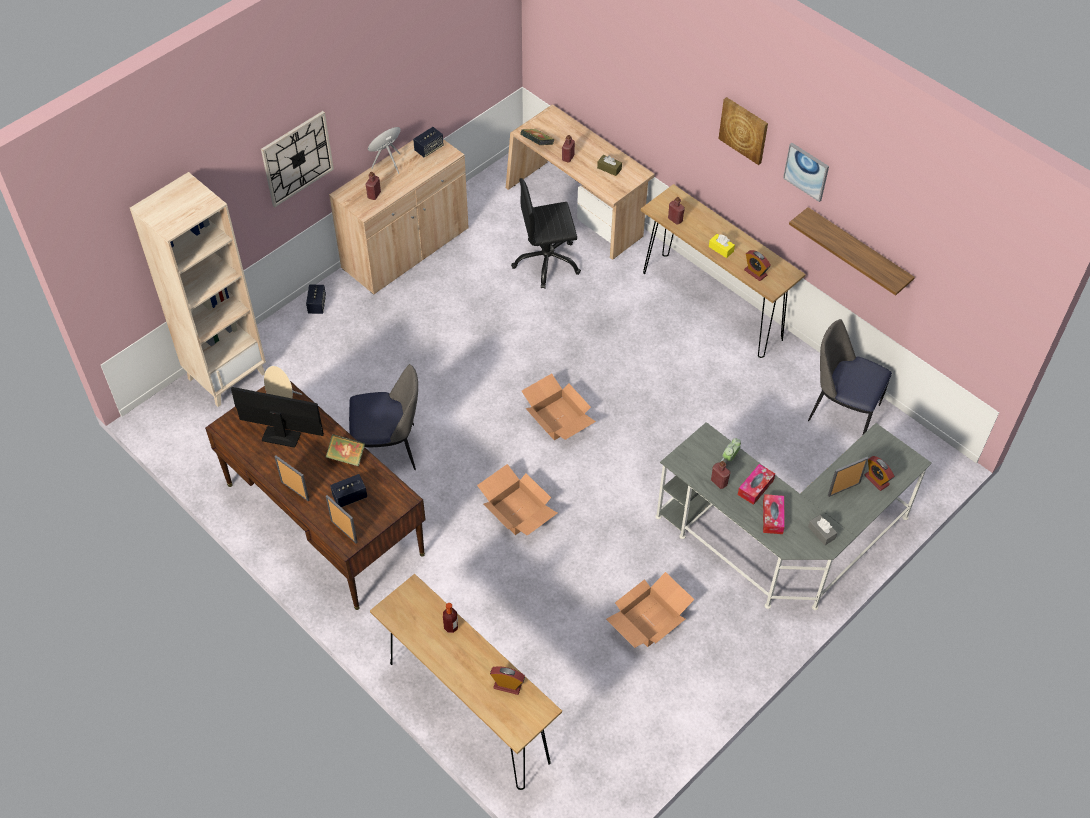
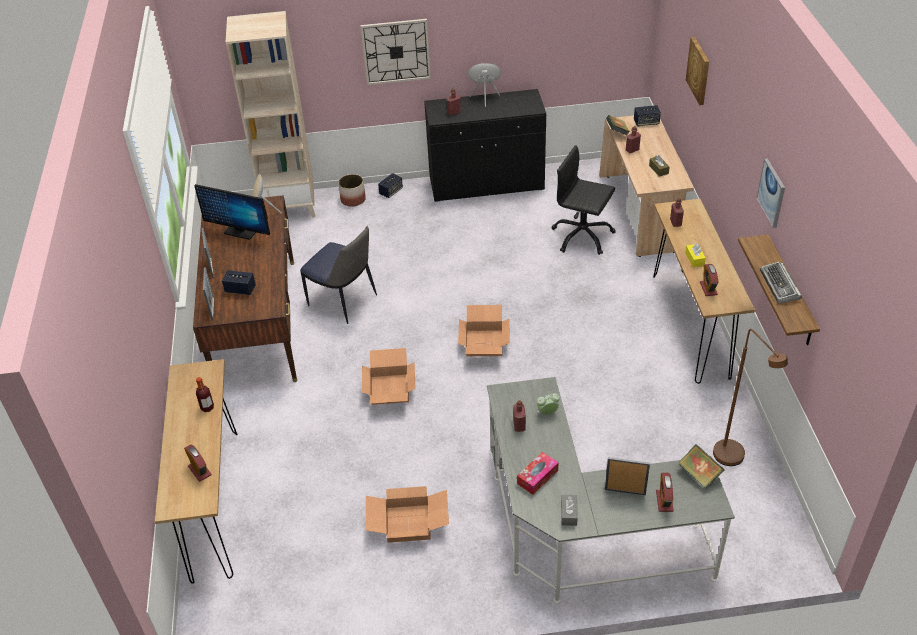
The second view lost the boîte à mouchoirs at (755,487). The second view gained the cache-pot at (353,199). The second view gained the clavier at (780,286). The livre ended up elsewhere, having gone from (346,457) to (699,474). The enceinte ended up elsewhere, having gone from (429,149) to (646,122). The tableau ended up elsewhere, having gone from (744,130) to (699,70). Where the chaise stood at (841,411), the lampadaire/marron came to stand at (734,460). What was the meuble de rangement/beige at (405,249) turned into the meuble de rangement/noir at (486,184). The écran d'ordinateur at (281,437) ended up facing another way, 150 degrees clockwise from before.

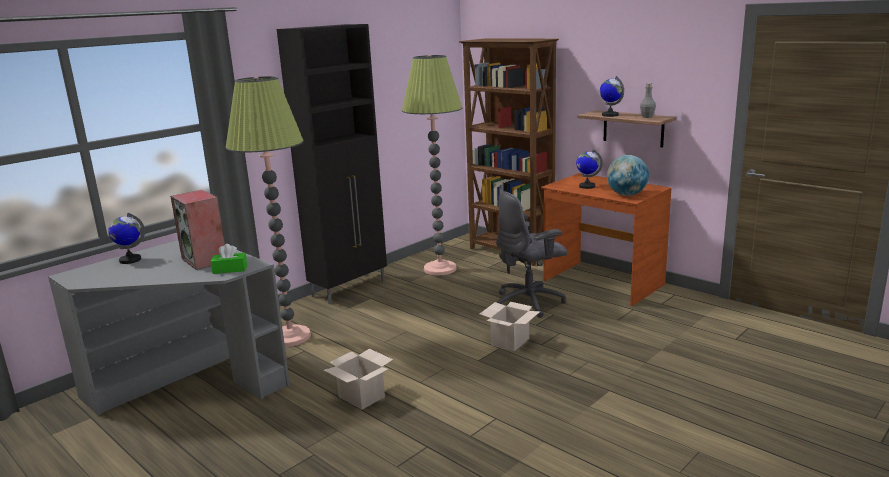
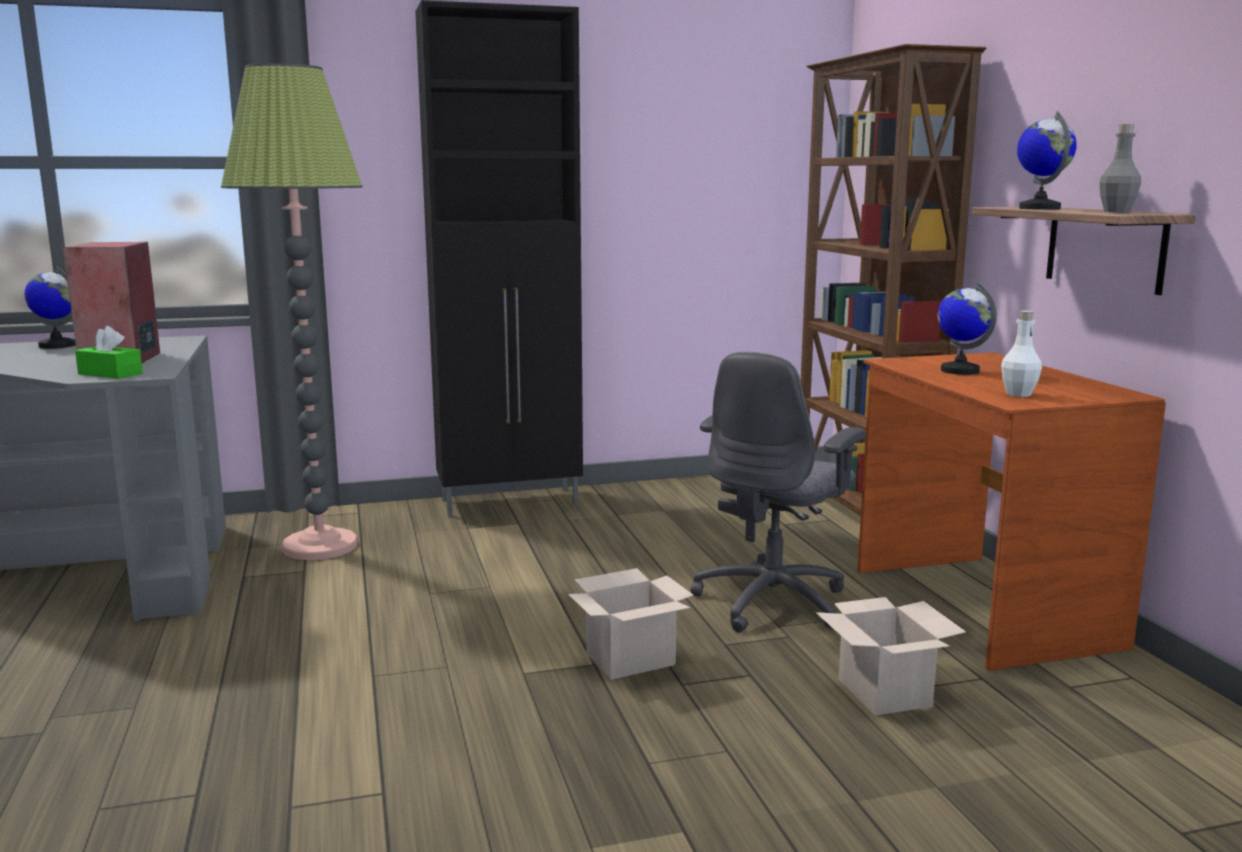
The second view lost the lampadaire at (440,269). The carton ended up elsewhere, having gone from (362,397) to (886,693). Where the globe stood at (626,195), the bouteille/blanc came to stand at (1018,394). The chaise de bureau/gris at (530,302) ended up facing another way, 60 degrees counterclockwise from before.

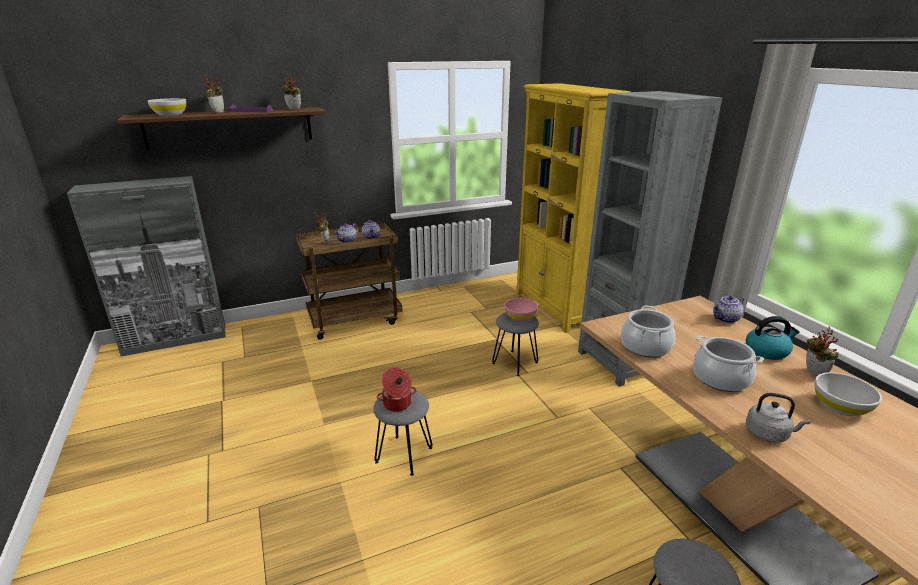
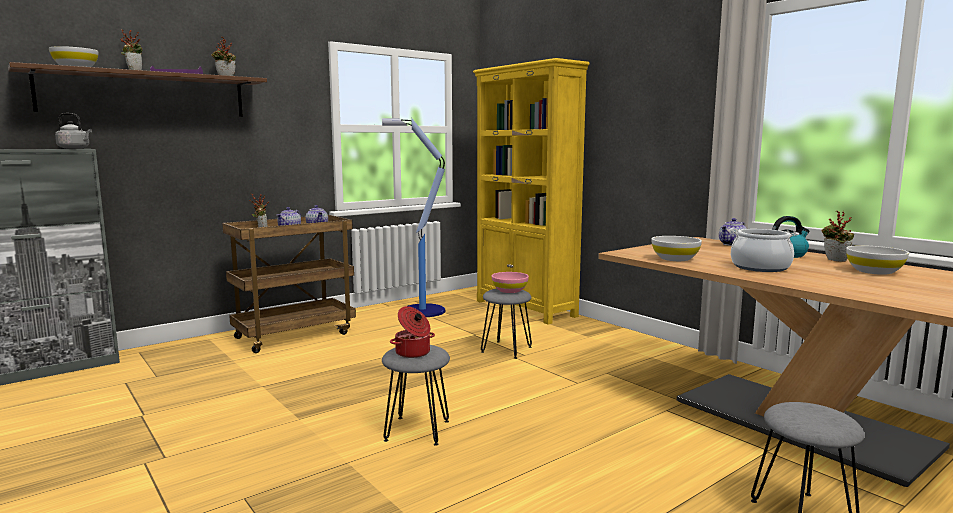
The second view lost the bibliothèque/gris at (620,362). The second view gained the lampadaire at (421,311). The bouilloire/gris ended up elsewhere, having gone from (768,434) to (75,148). Where the marmite stood at (645,347), the bol/blanc came to stand at (674,259).

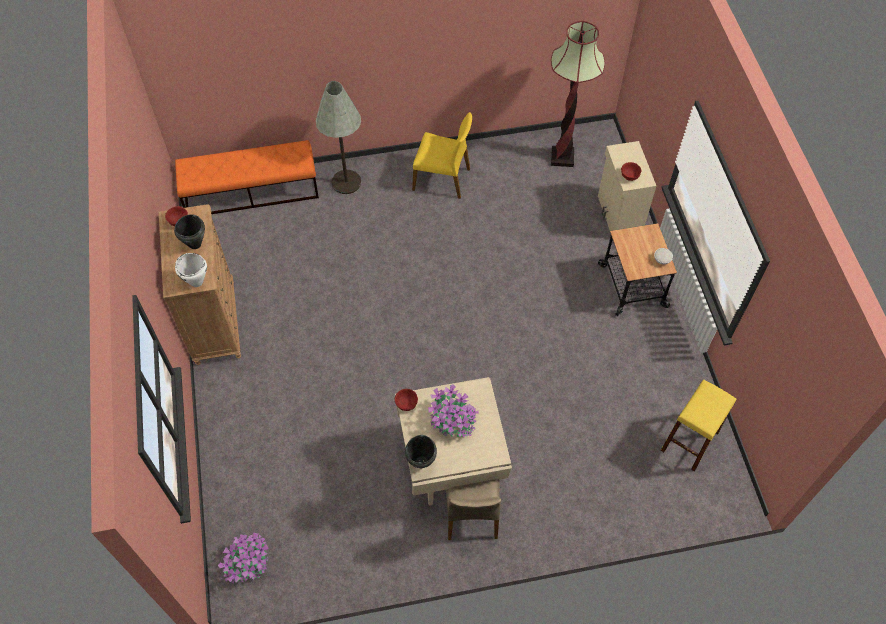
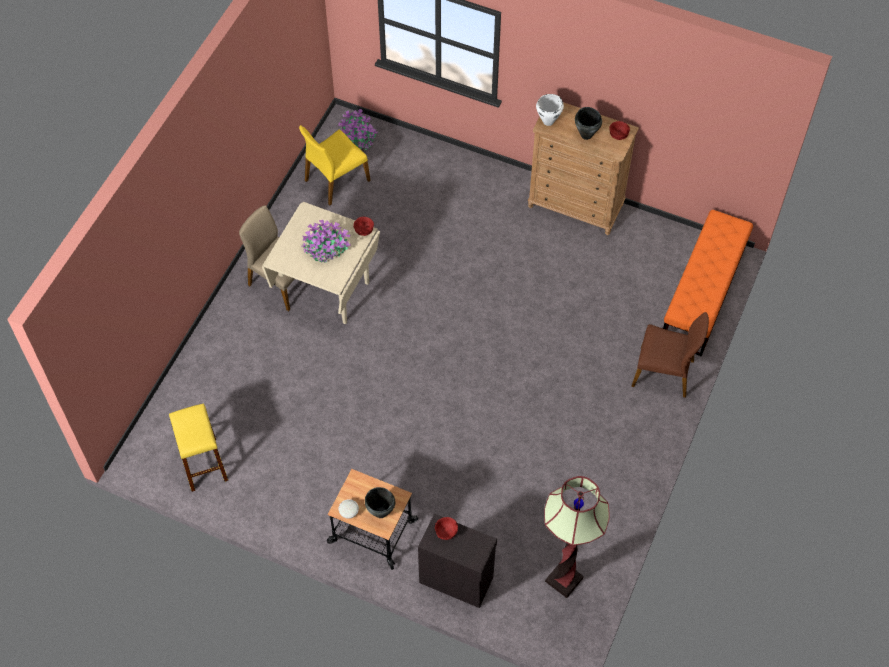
The marmite/noir ended up elsewhere, having gone from (421,462) to (381,513). The chaise/jaune ended up elsewhere, having gone from (442,179) to (336,180). Where the lampadaire/gris stood at (346,182), the chaise/marron came to stand at (664,372). What was the meuble de rangement/beige at (618,215) turned into the meuble de rangement/noir at (456,579).

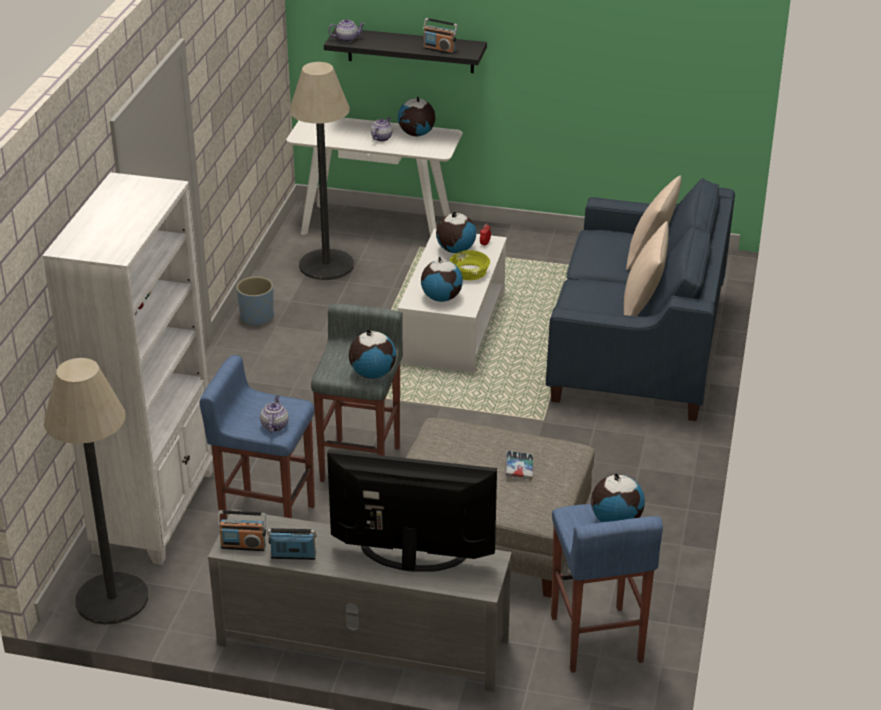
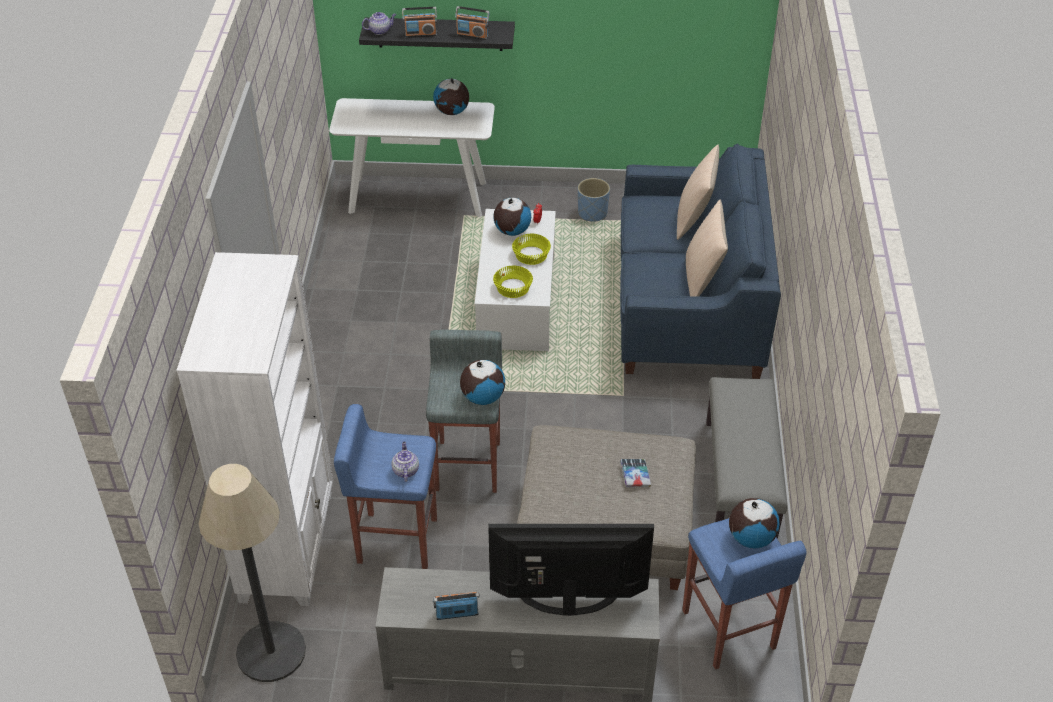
The second view lost the lampadaire at (326,265). The second view lost the théière at (381,138). The second view gained the banc/gris at (740,482). The radio ended up elsewhere, having gone from (243,545) to (420,34). The cache-pot/bleu ended up elsewhere, having gone from (257,317) to (592,213). Where the globe stood at (441,298), the bol/jaune came to stand at (513,287).

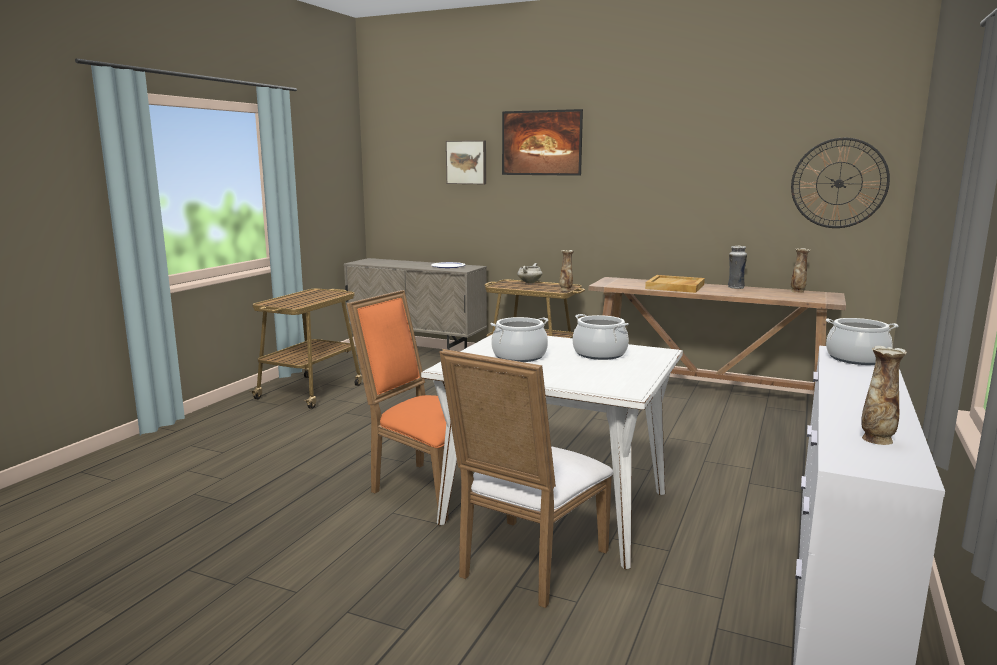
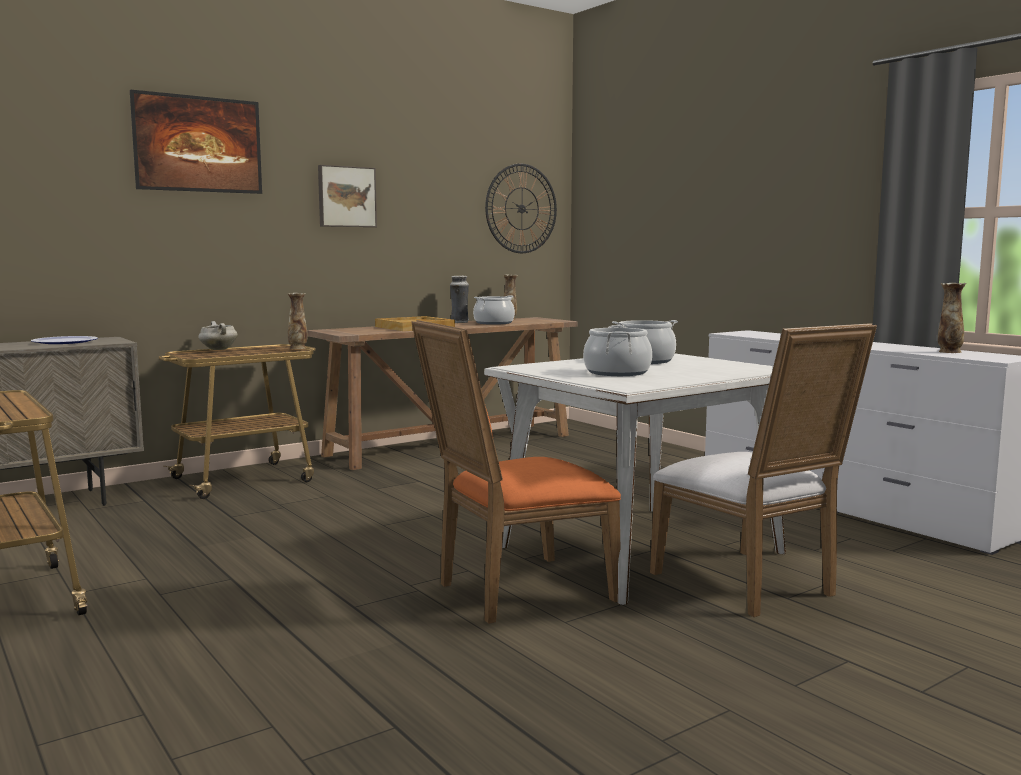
The tableau ended up elsewhere, having gone from (467,162) to (346,197). The marmite ended up elsewhere, having gone from (856,358) to (493,323).

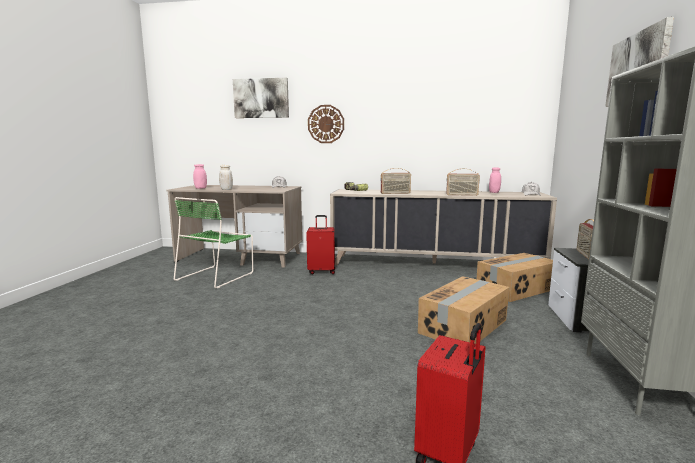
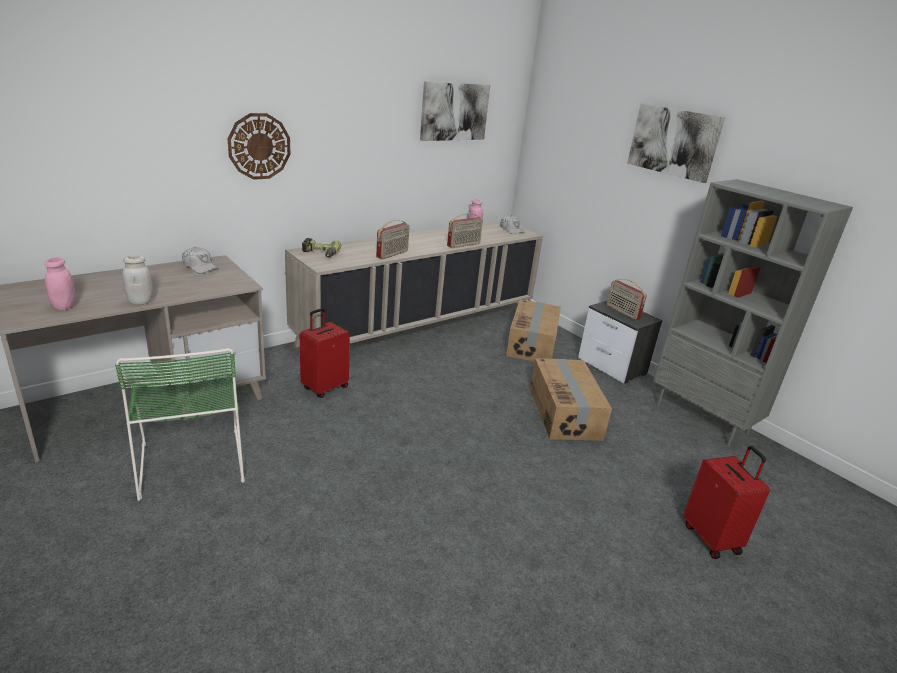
The tableau ended up elsewhere, having gone from (261,98) to (454,111).

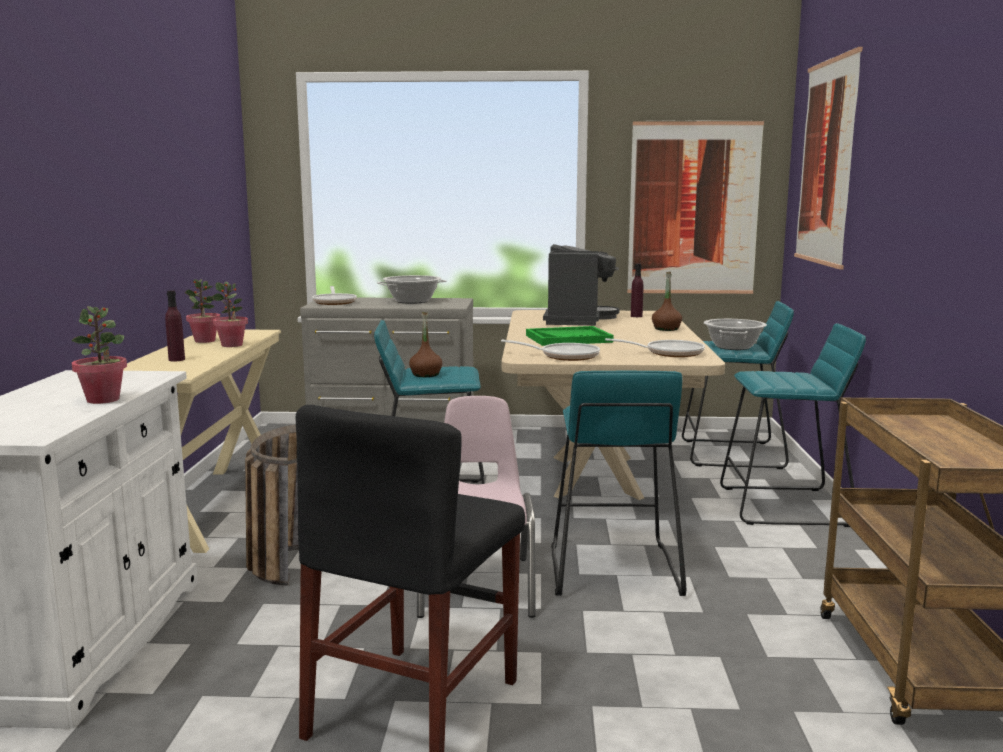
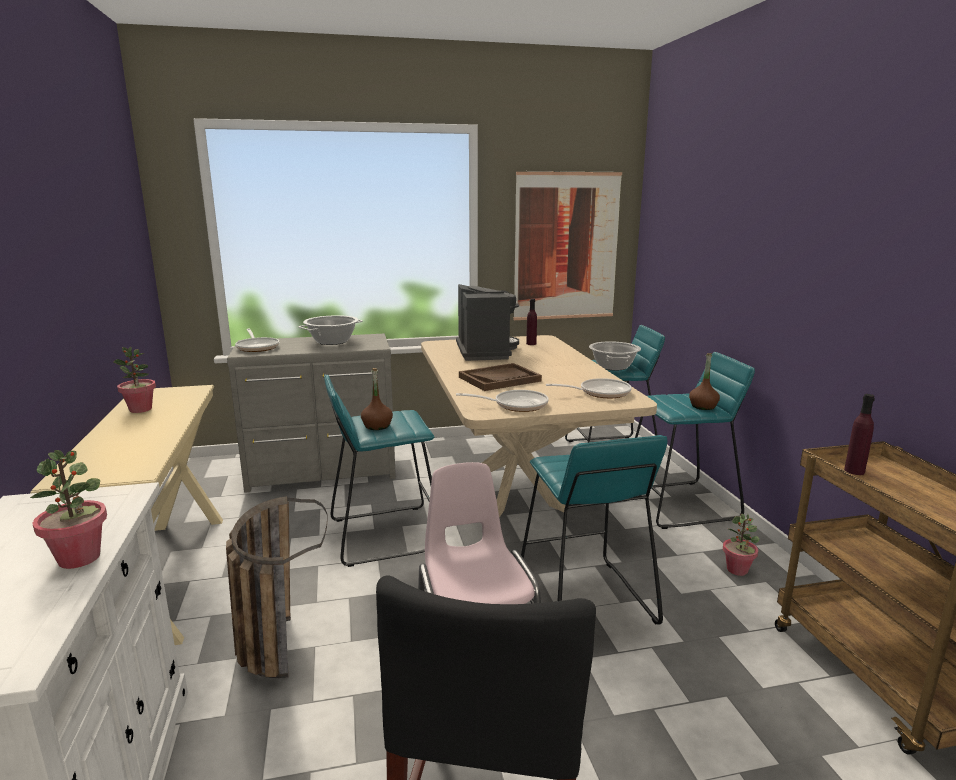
The second view lost the tableau at (826,162). The bouteille/violet ended up elsewhere, having gone from (176,359) to (854,471). The plante en pot ended up elsewhere, having gone from (232,345) to (737,570). The bouteille/marron ended up elsewhere, having gone from (666,329) to (703,406). What was the plateau/vert at (568,339) turned into the plateau/marron at (499,379).

